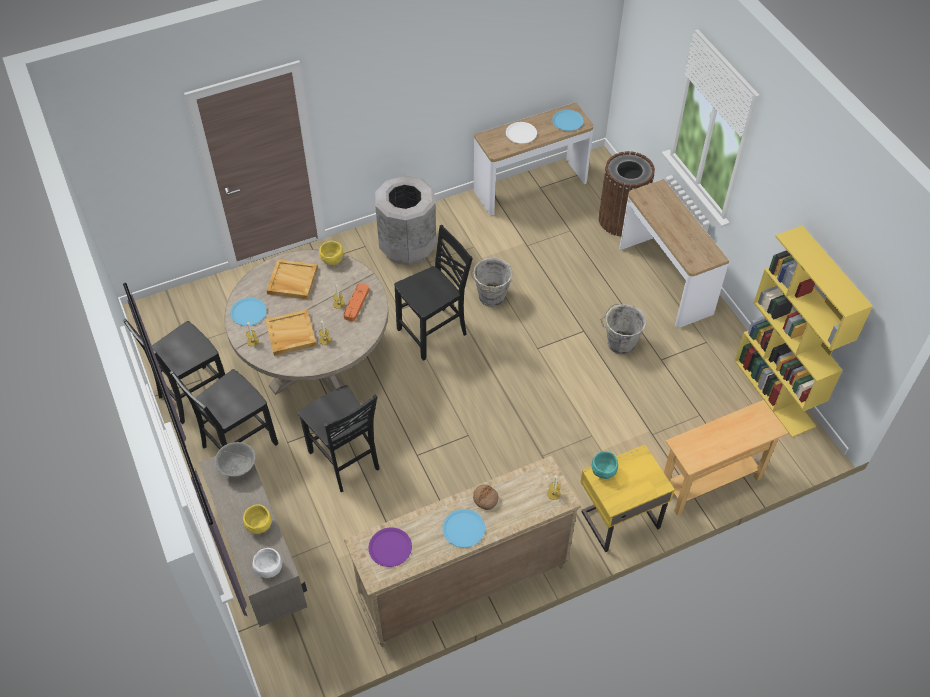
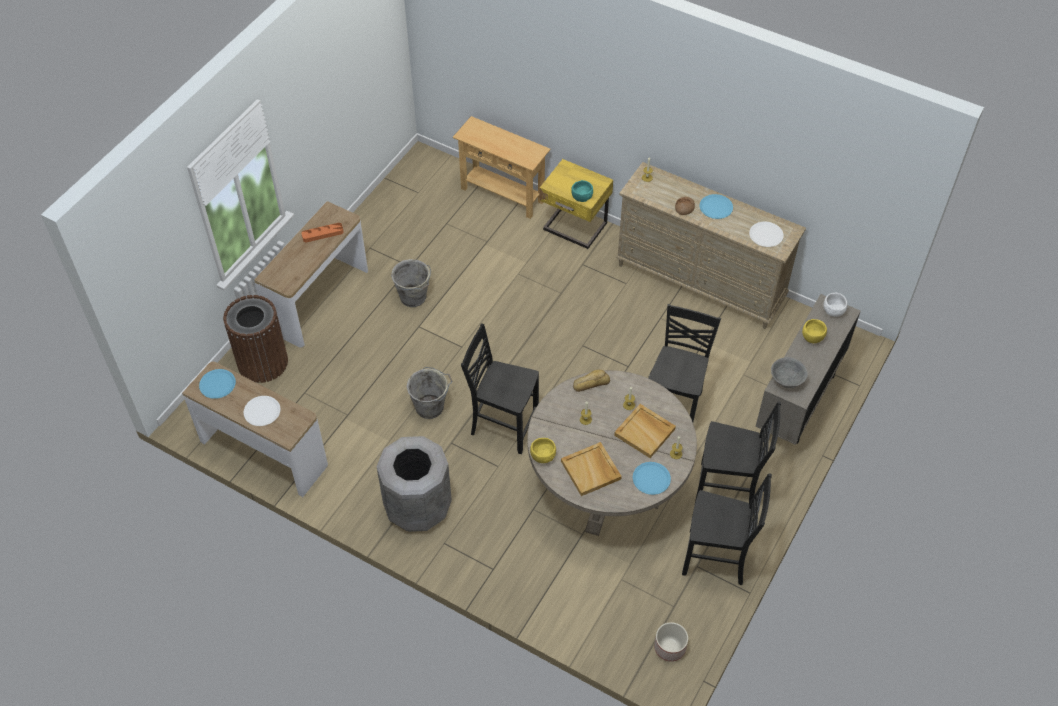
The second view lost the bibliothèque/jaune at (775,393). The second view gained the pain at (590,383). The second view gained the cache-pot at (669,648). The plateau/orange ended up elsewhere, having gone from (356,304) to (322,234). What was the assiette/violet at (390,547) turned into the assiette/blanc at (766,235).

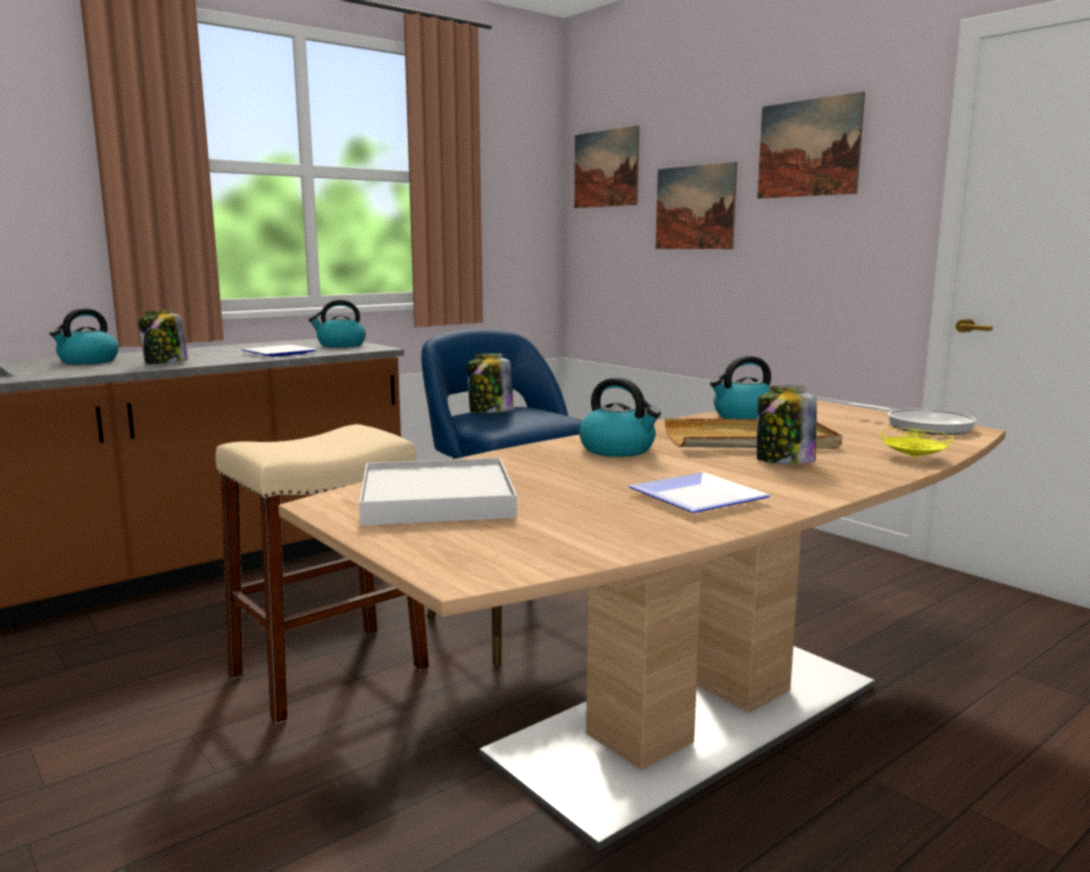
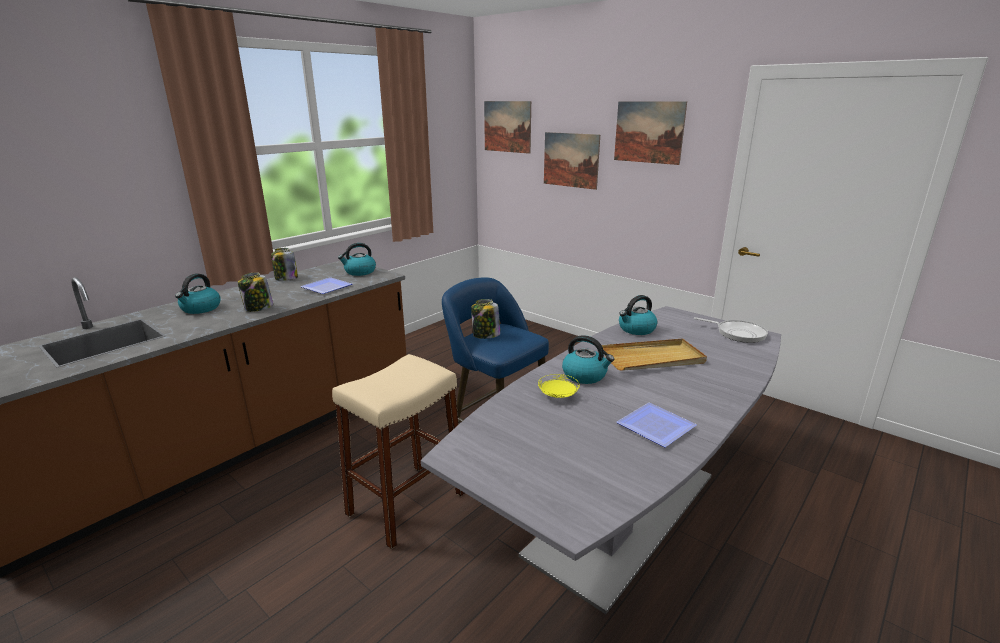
The second view lost the plateau/blanc at (437,499). The bocal ended up elsewhere, having gone from (783,461) to (286,278). The assiette/jaune ended up elsewhere, having gone from (913,457) to (558,395). What was the table à manger/marron at (693,718) turned into the table à manger/gris at (624,513).

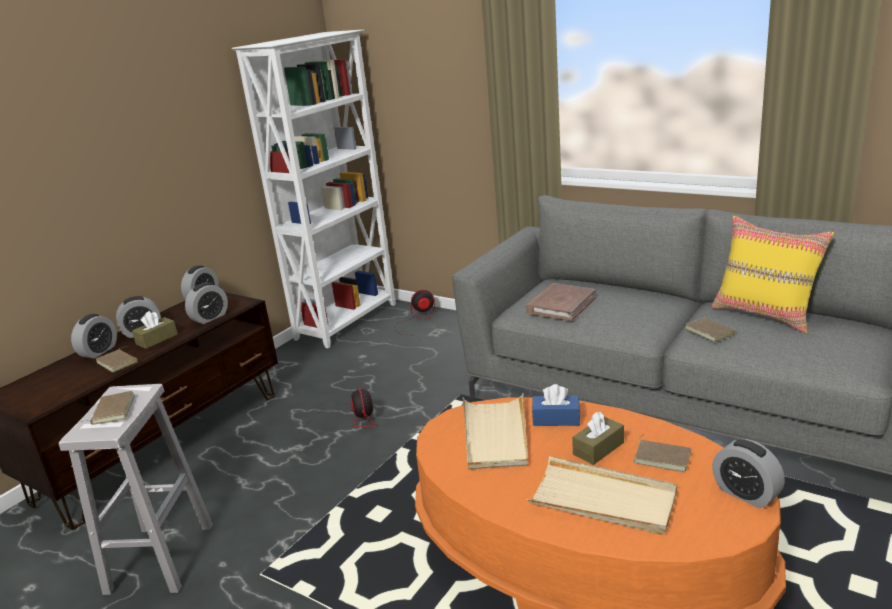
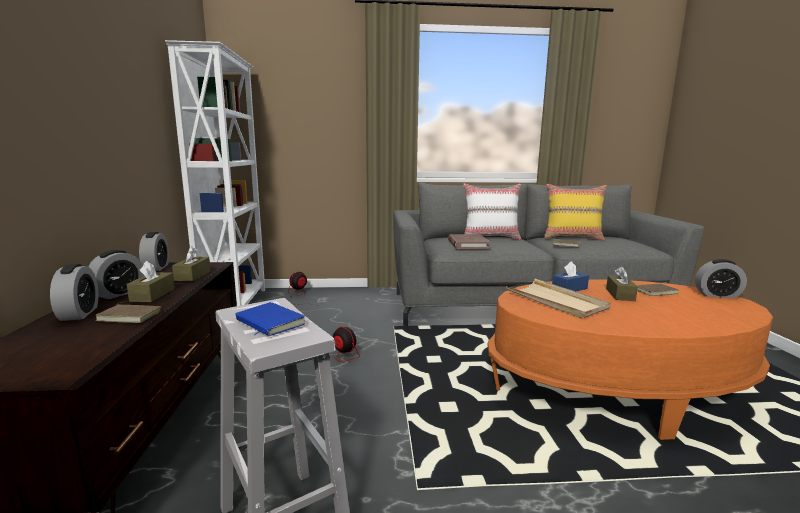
The second view lost the plateau/beige at (603,500). The second view gained the coussin/blanc at (490,237). Where the réveil stood at (210,318), the boîte à mouchoirs/marron came to stand at (193,276). What was the livre/marron at (112,411) turned into the livre/bleu at (268,323).

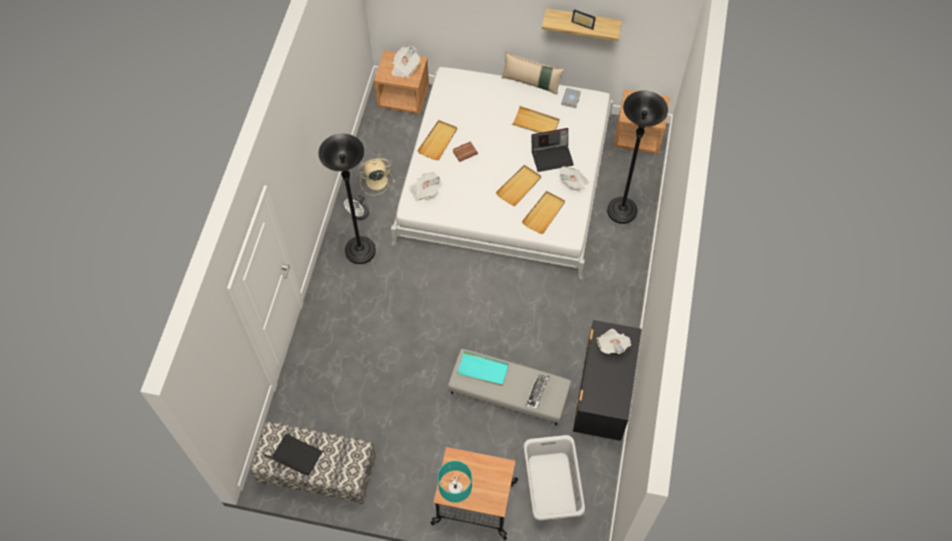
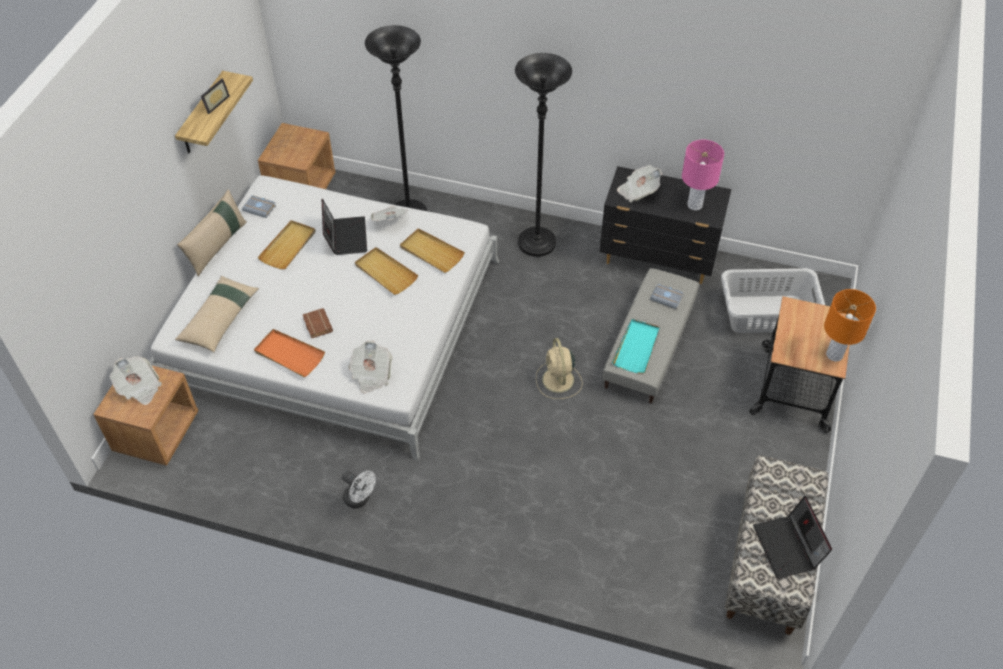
The second view gained the coussin/beige at (220,319). The second view gained the lampe de table/rose at (695,205). The lampadaire/noir ended up elsewhere, having gone from (360,251) to (536,243). The ventilateur/beige ended up elsewhere, having gone from (375,181) to (558,381). Where the clavier stood at (537,392), the livre/gris came to stand at (667,297). What was the plateau/beige at (438,141) turned into the plateau/orange at (289,354). What was the lampe de table/turquoise at (455,496) turned into the lampe de table/orange at (834,355). The ordinateur portable at (294,458) ended up facing another way, 45 degrees counterclockwise from before.

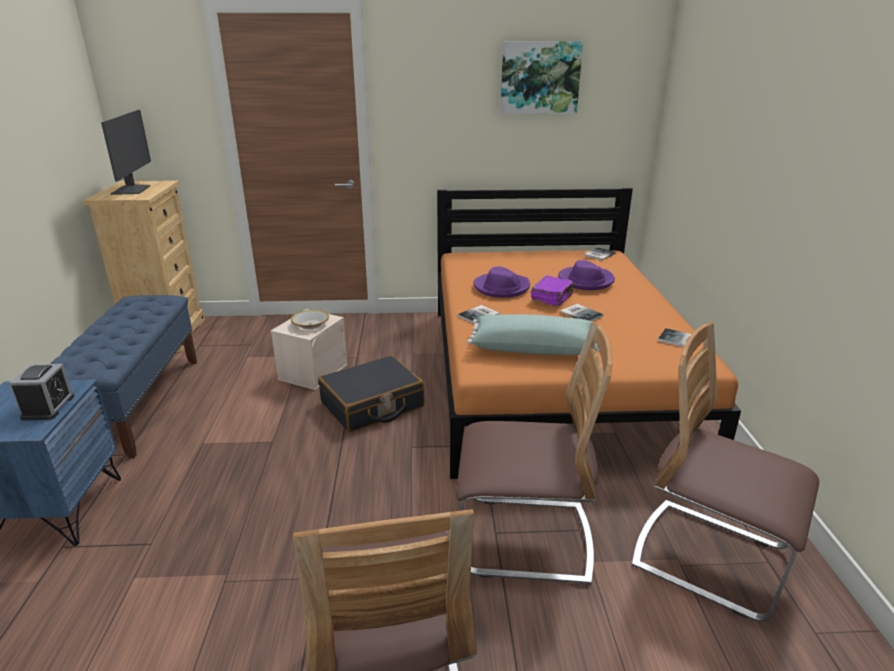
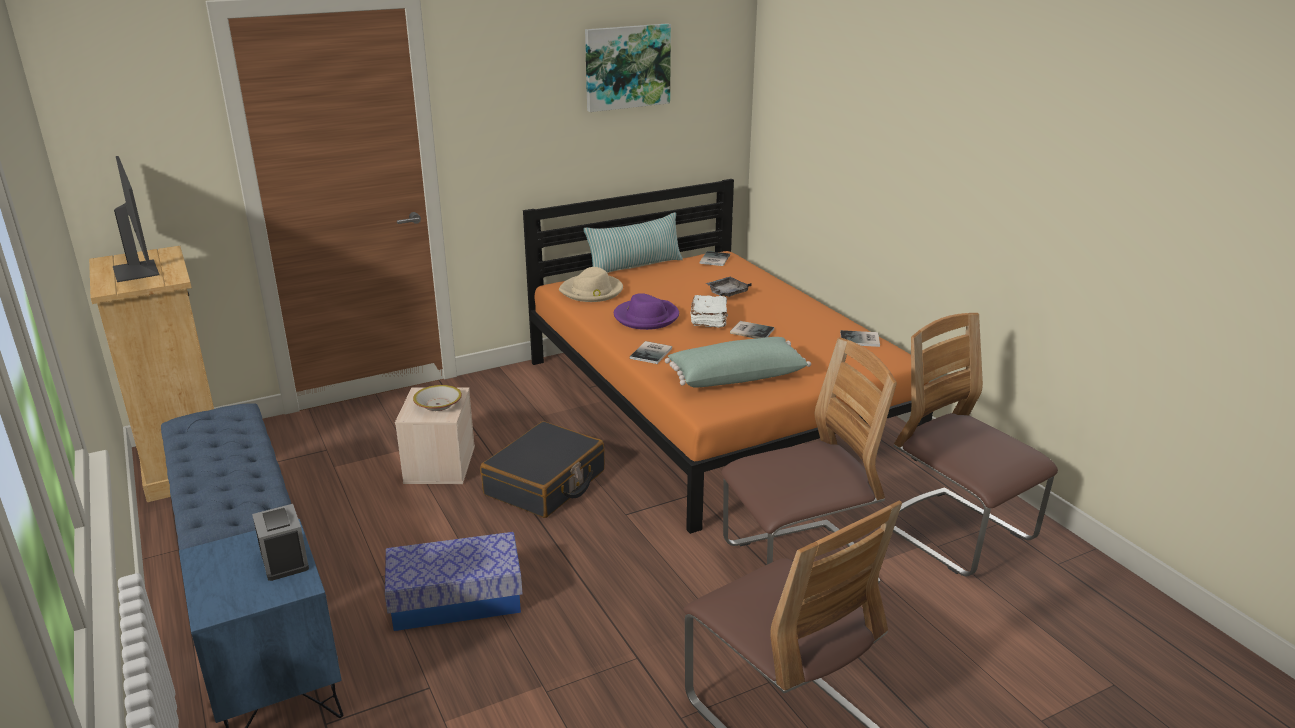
The second view gained the boîte de rangement at (456,599). The second view gained the chapeau/beige at (592,291). The second view gained the coussin at (635,266). Where the chapeau/violet stood at (585,280), the plateau/gris came to stand at (726,293). What was the livre/violet at (552,298) turned into the livre/blanc at (709,319). The chaise at (710,558) ended up facing another way, 45 degrees clockwise from before.

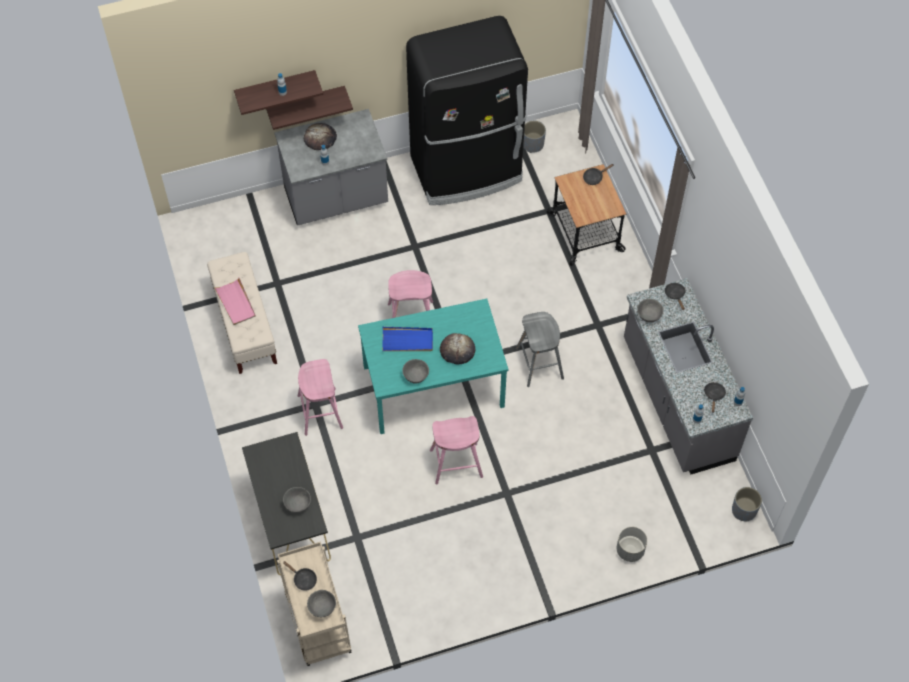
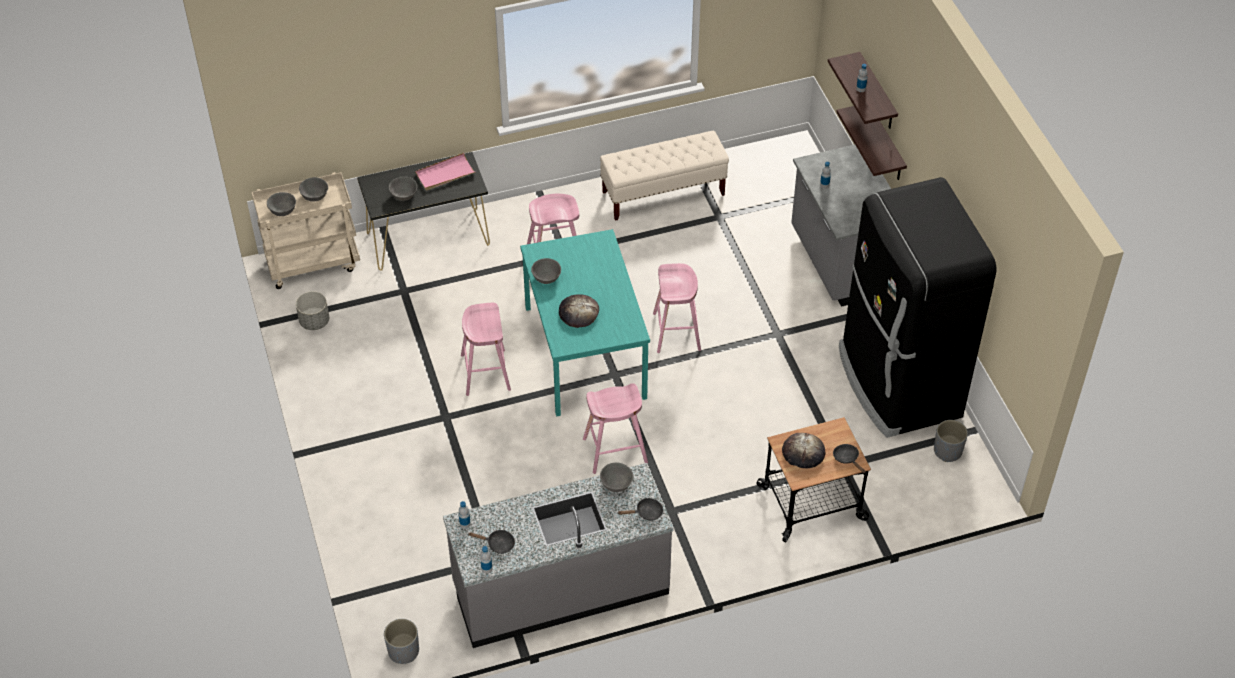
The second view lost the plateau/bleu at (407,340). The plateau/rose ended up elsewhere, having gone from (236,303) to (445,174). The pain ended up elsewhere, having gone from (320,138) to (803,452). The cache-pot/gris ended up elsewhere, having gone from (630,550) to (314,321). Where the poêle/noir stood at (303,579), the bol/gris came to stand at (315,195). What was the tabouret/gris at (539,363) turned into the tabouret/rose at (615,450).

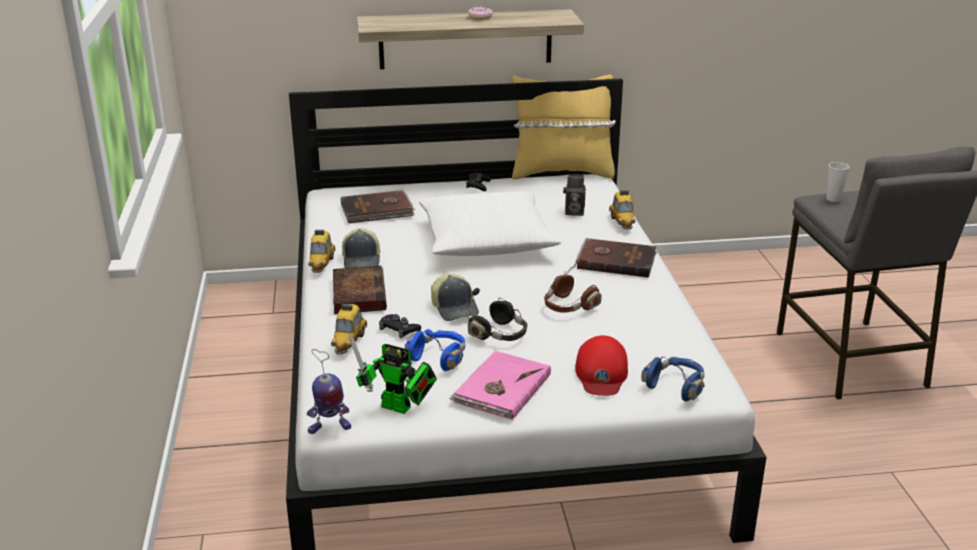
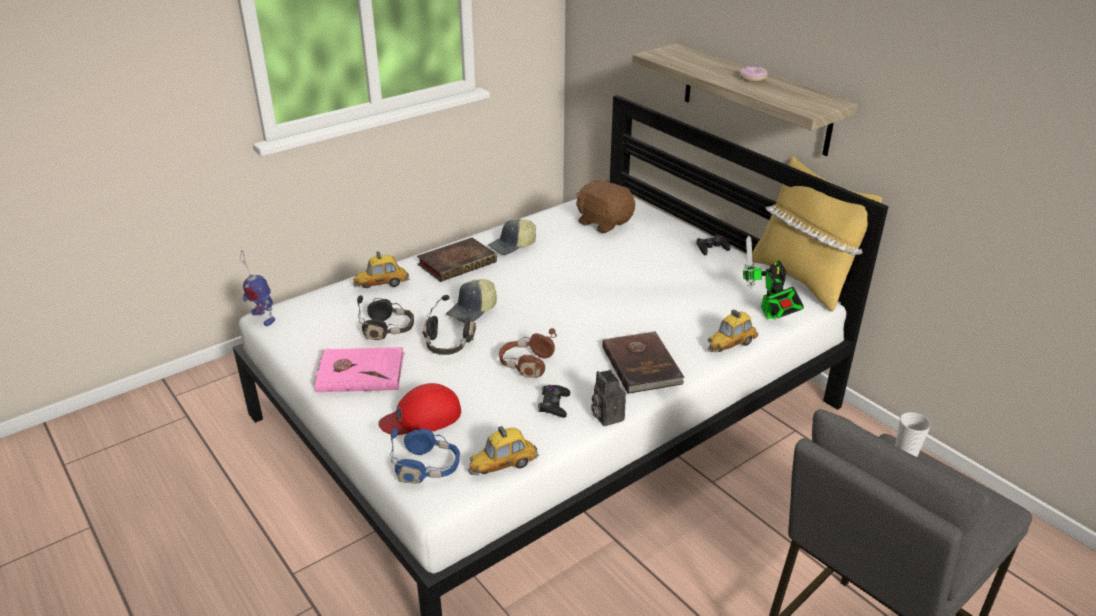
The second view lost the coussin/blanc at (486,241). The petite voiture ended up elsewhere, having gone from (322,264) to (503,466). The robot jouet ended up elsewhere, having gone from (400,408) to (770,314). The manette/noir ended up elsewhere, having gone from (399,329) to (554,405). The appareil photo ended up elsewhere, having gone from (573,212) to (606,416). Where the livre/marron stood at (377,210), the peluche/marron came to stand at (604,223). What was the casque audio/bleu at (439,358) turned into the casque audio/noir at (389,330).

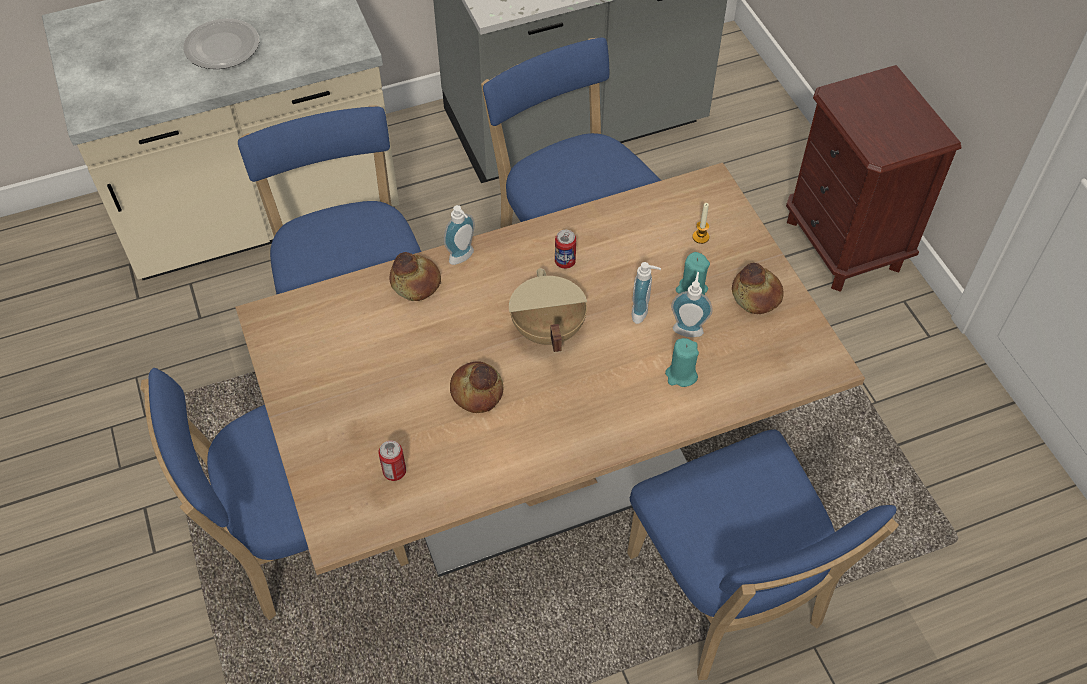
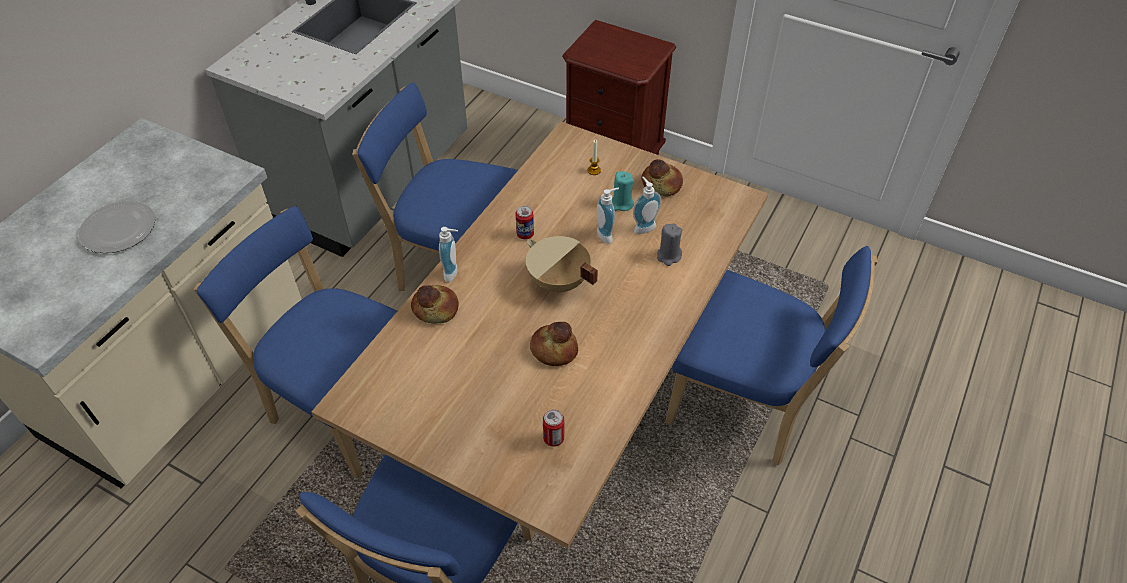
What was the bougie/turquoise at (681,375) turned into the bougie/gris at (668,256).

